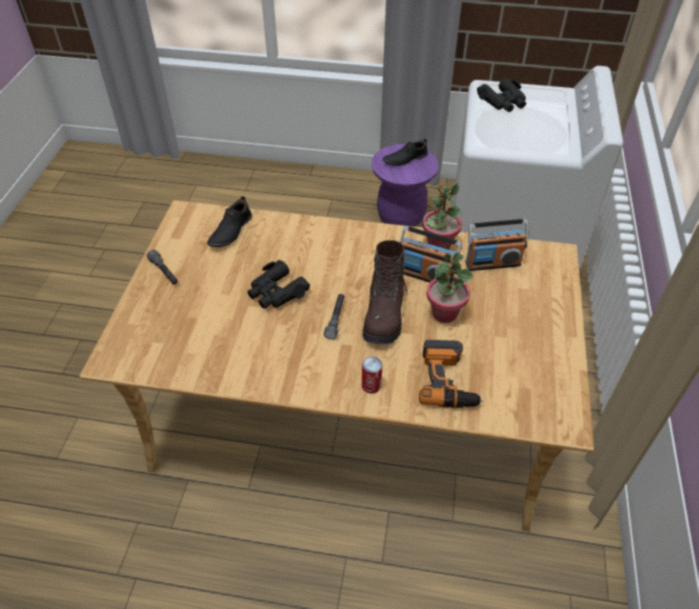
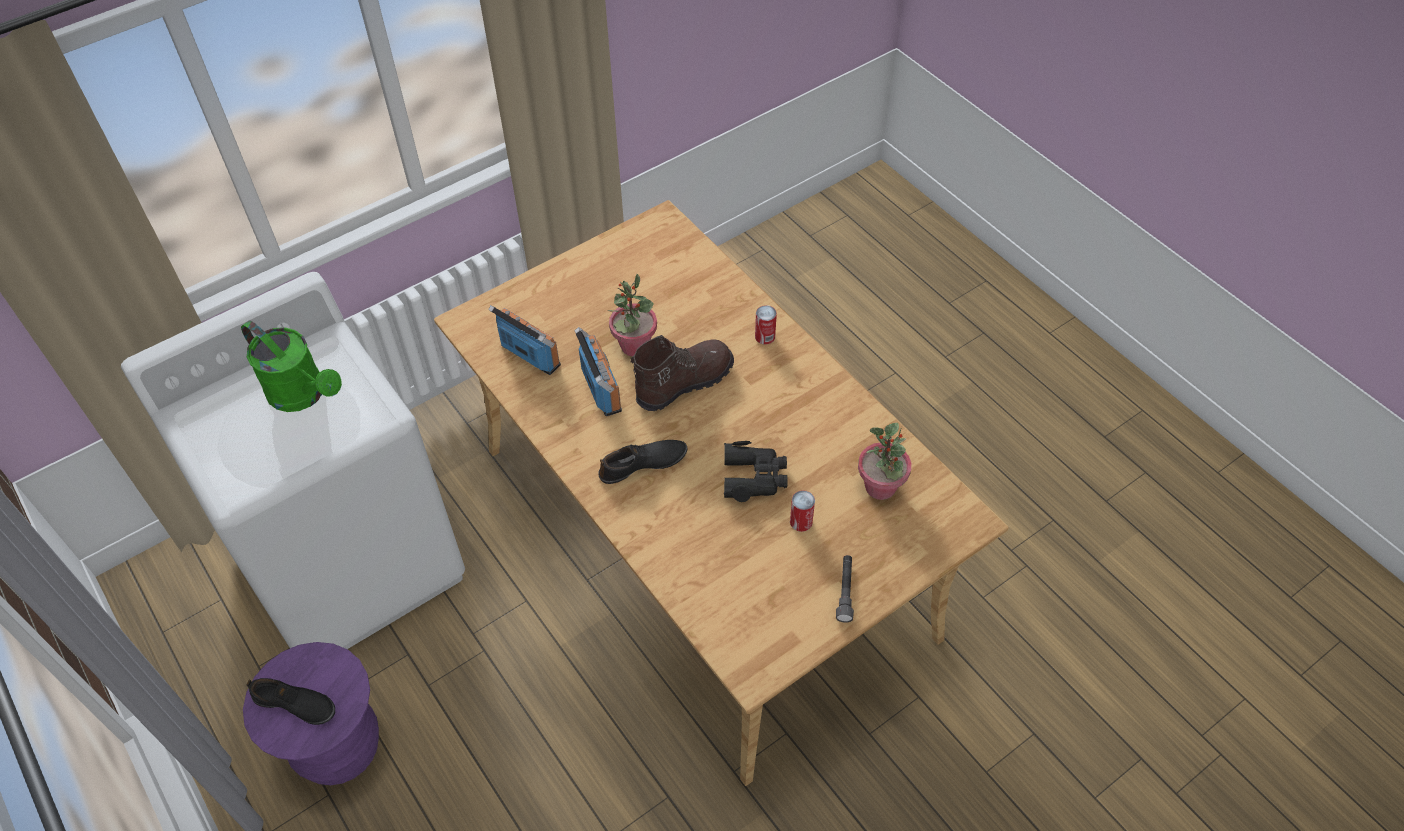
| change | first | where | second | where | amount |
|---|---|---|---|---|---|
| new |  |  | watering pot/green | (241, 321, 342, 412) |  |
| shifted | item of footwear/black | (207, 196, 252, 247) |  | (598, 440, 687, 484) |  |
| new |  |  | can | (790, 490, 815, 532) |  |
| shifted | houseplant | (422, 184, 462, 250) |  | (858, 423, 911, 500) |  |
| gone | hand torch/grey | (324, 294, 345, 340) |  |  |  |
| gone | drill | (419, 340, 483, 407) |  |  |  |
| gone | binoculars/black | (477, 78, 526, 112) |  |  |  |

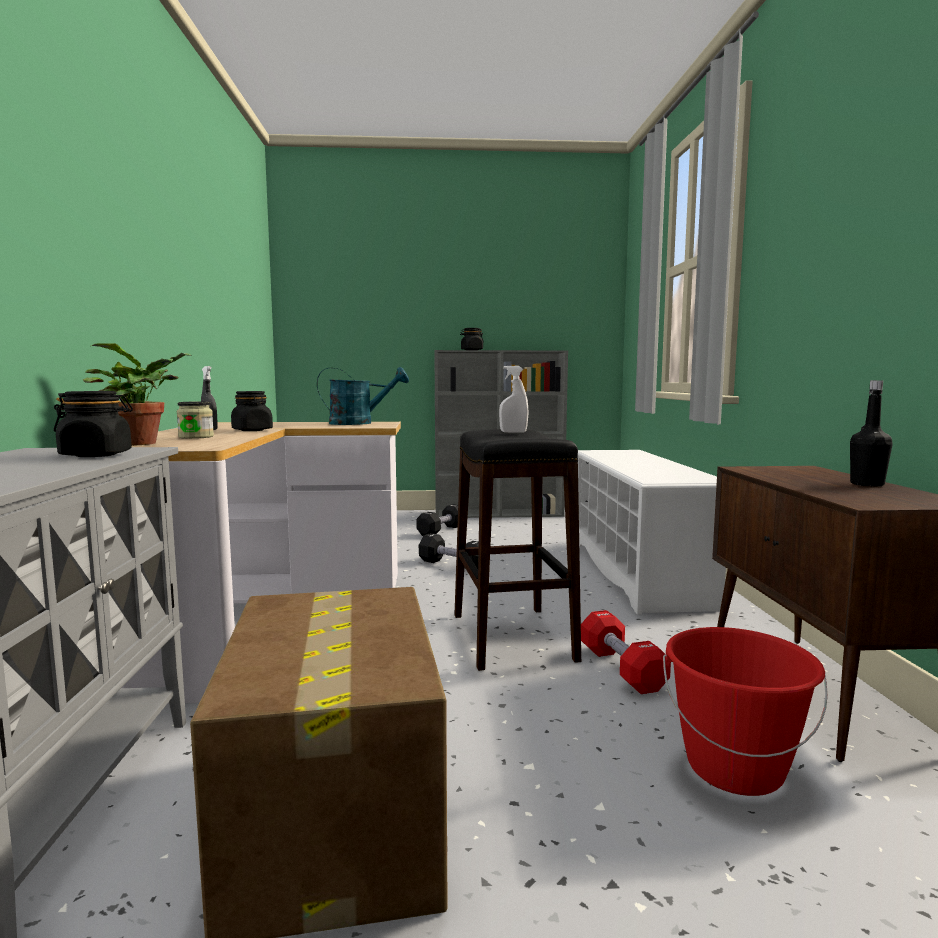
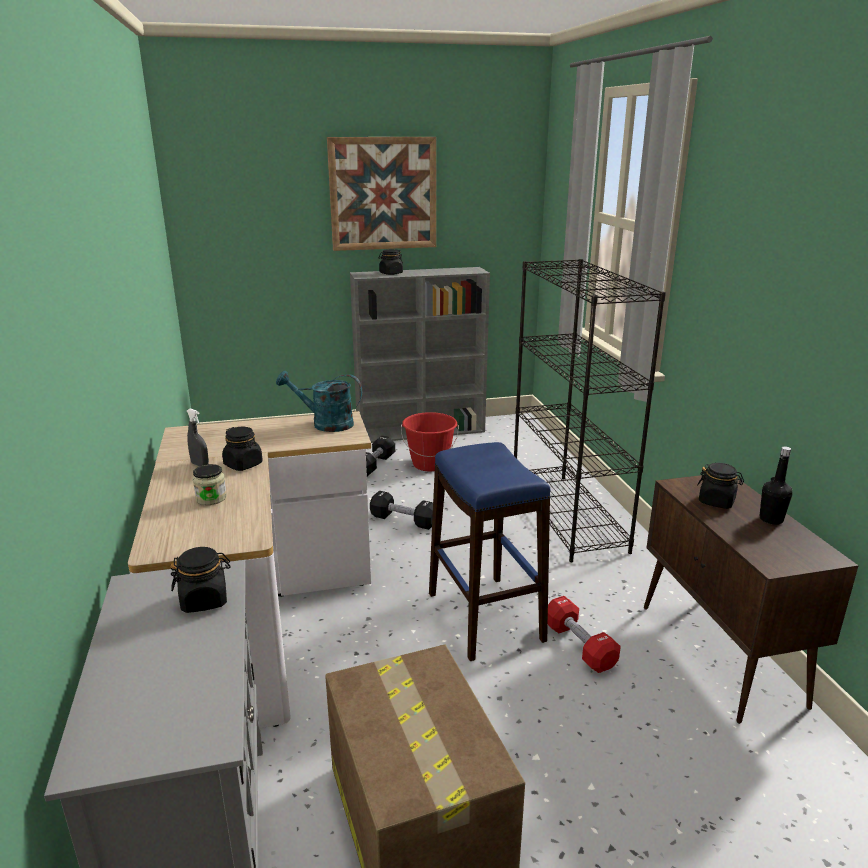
| change | first | where | second | where | amount |
|---|---|---|---|---|---|
| rotated | watering pot/blue-green | (317, 367, 409, 425) |  | (276, 370, 362, 432) | 150 degrees counterclockwise |
| new |  |  | wall picture | (327, 137, 436, 251) |  |
| shifted | bucket/red-coloured | (663, 627, 828, 796) |  | (401, 412, 459, 471) |  |
| repainted | sitting stool/black | (454, 429, 581, 671) | sitting stool/blue-coloured | (429, 442, 550, 661) |  |
| swapped | shoe rack/white-coloured | (578, 450, 726, 615) | bookcase/black | (514, 259, 666, 562) |  |
| new |  |  | preserve jar/black | (697, 463, 744, 509) |  |
| gone | houseplant | (83, 343, 192, 446) |  |  |  |
| gone | hand sprayer/white-coloured | (499, 366, 529, 433) |  |  |  |

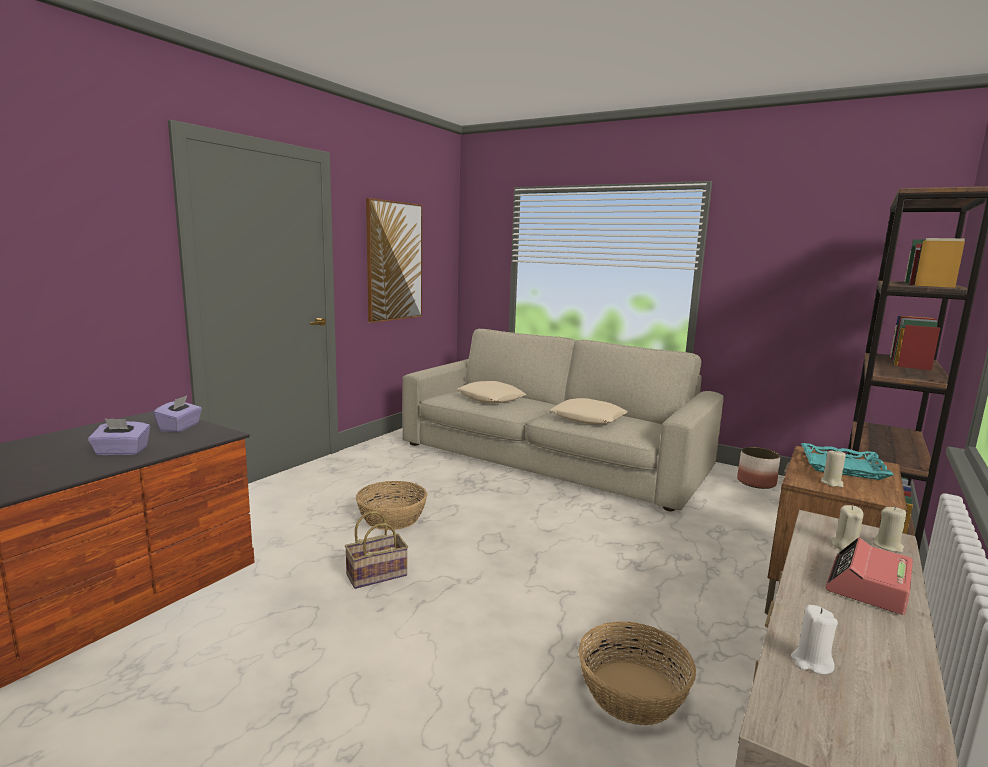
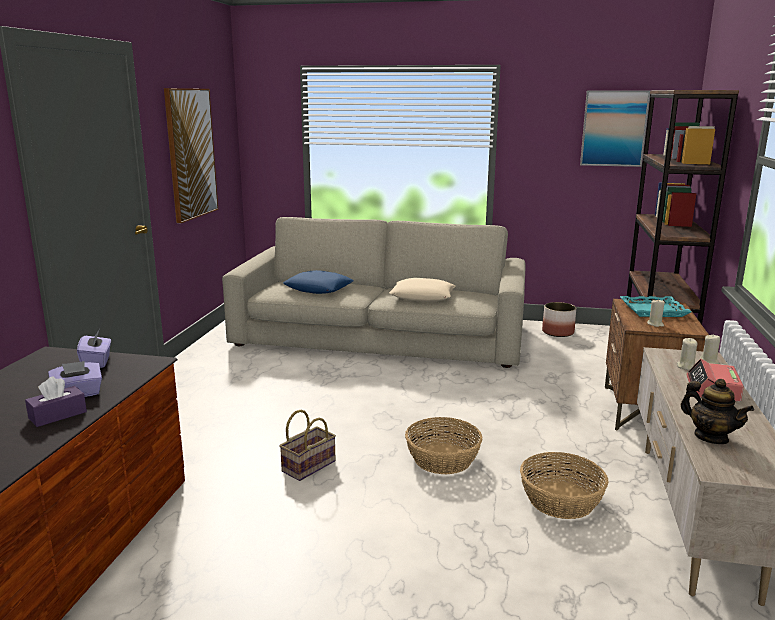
| change | first | where | second | where | amount |
|---|---|---|---|---|---|
| new |  |  | tissue box/purplish | (25, 377, 87, 427) |  |
| repainted | cushion/beige | (457, 381, 526, 404) | cushion/blue-coloured | (283, 270, 354, 294) |  |
| shifted | storage basket | (356, 481, 427, 530) |  | (405, 417, 483, 474) |  |
| new |  |  | wall picture | (580, 90, 650, 167) |  |
| swapped | candle/white-coloured | (791, 605, 838, 674) | teapot | (680, 379, 754, 444) |  |

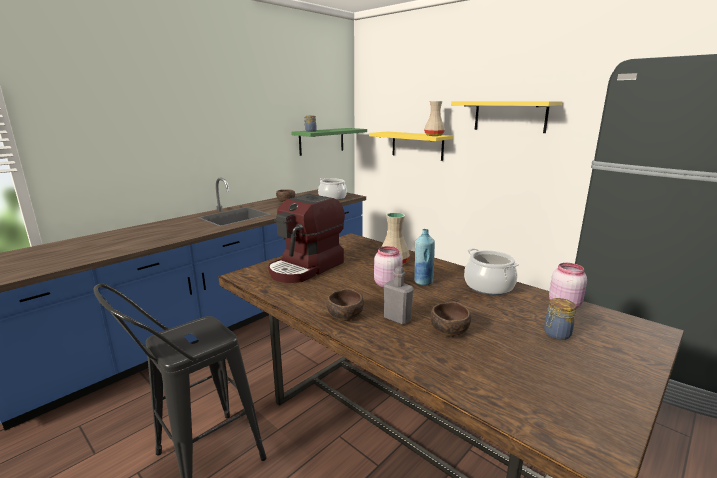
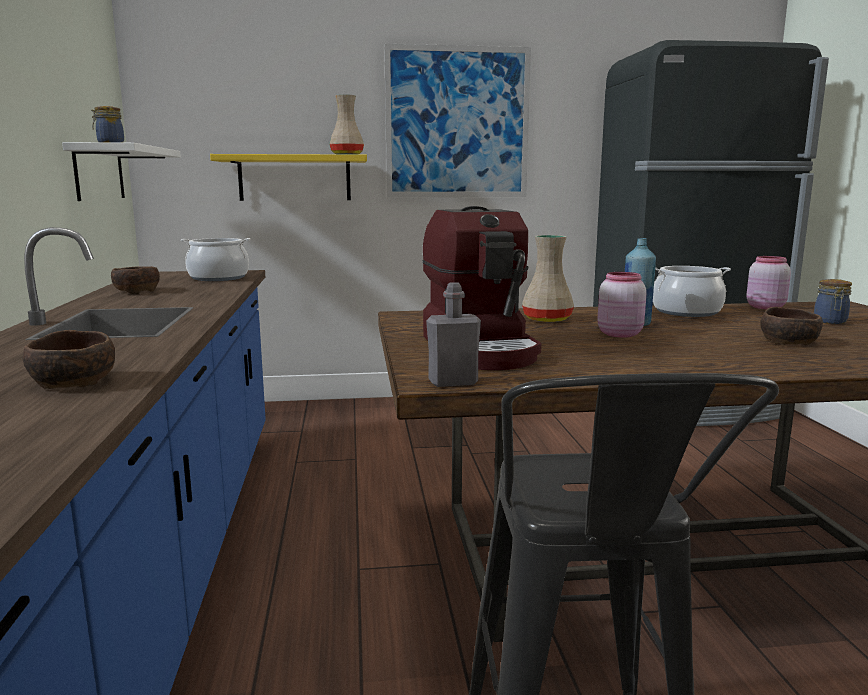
| change | first | where | second | where | amount |
|---|---|---|---|---|---|
| shifted | serving bowl/brown | (327, 289, 364, 321) |  | (23, 330, 115, 389) |  |
| repainted | bracket shelf/green | (291, 128, 367, 156) | bracket shelf/white-coloured | (62, 142, 181, 201) |  |
| swapped | bracket shelf/yellowish | (451, 101, 563, 133) | wall picture | (384, 44, 531, 197) |  |
| shifted | beverage bottle/grey | (384, 266, 414, 325) |  | (426, 282, 481, 387) |  |

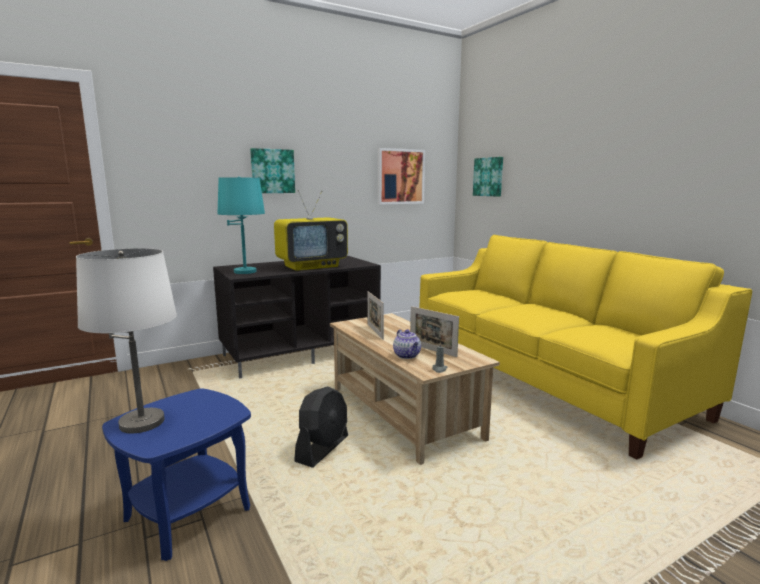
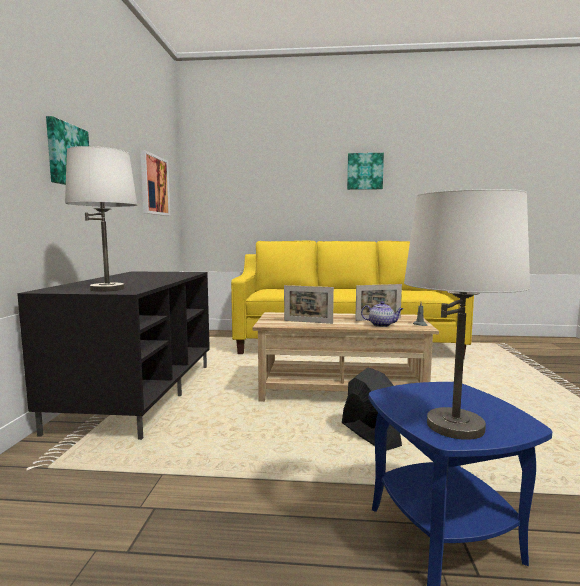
| change | first | where | second | where | amount |
|---|---|---|---|---|---|
| repainted | tabletop lamp/blue-green | (218, 176, 265, 274) | tabletop lamp/white-coloured | (65, 146, 137, 292) |  |
| shifted | wall picture | (473, 157, 503, 197) |  | (347, 153, 384, 190) |  |
| gone | TV | (274, 190, 348, 271) |  |  |  |

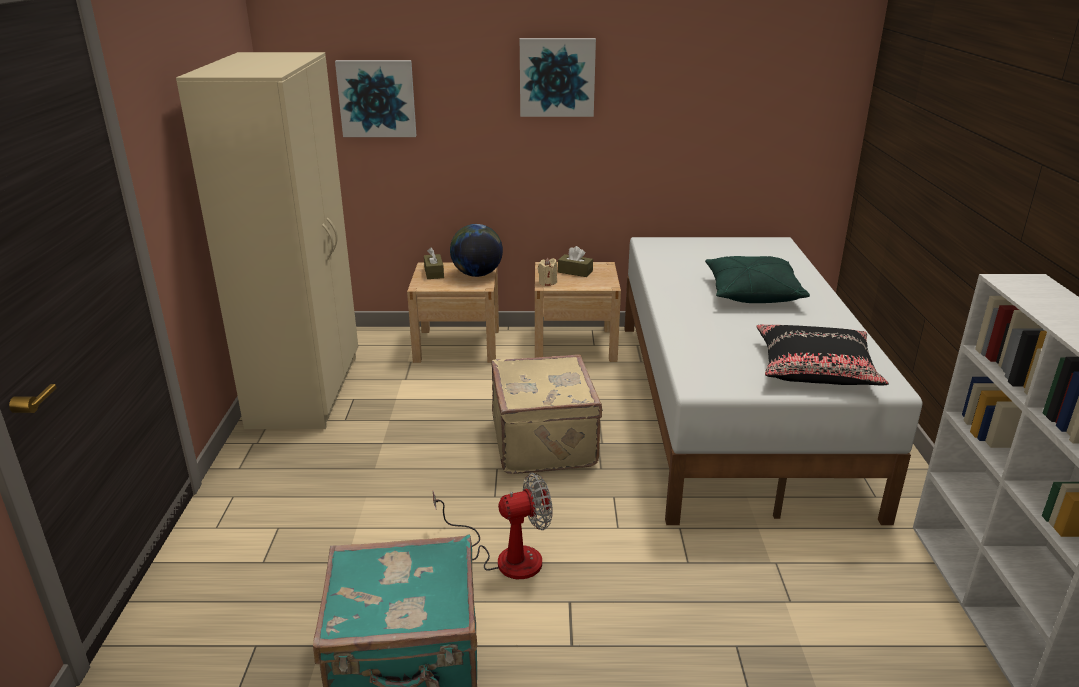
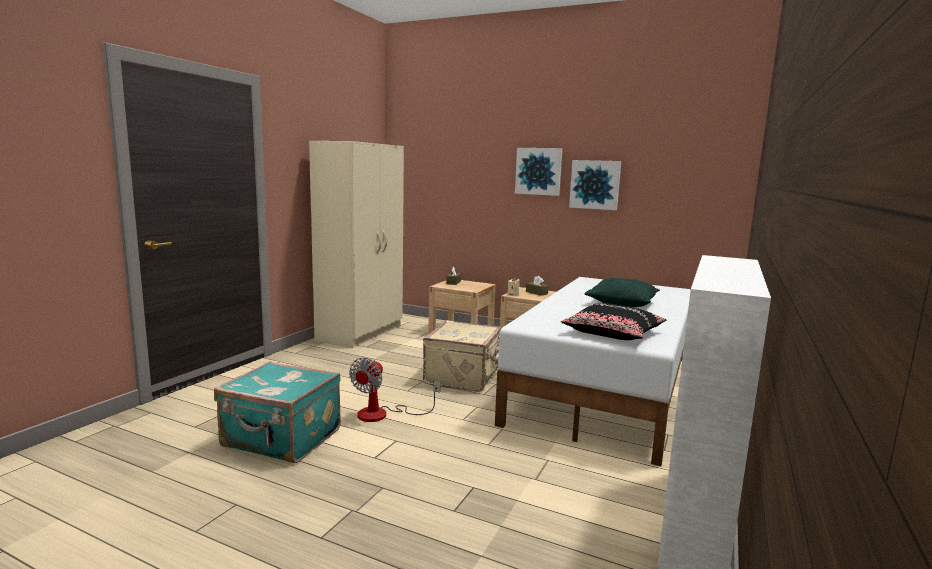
| change | first | where | second | where | amount |
|---|---|---|---|---|---|
| rotated | electric fan | (433, 473, 553, 579) |  | (349, 357, 440, 422) | 105 degrees clockwise |
| shifted | wall picture | (335, 60, 416, 137) |  | (569, 160, 621, 210) |  |
| gone | globe | (450, 224, 503, 277) |  |  |  |

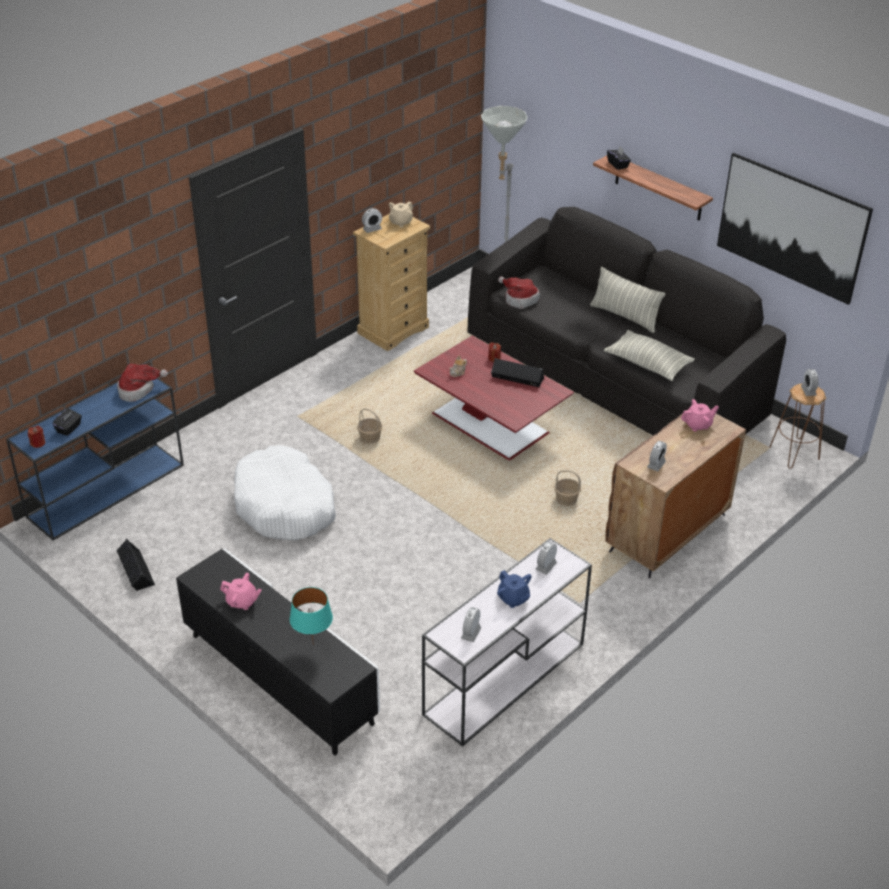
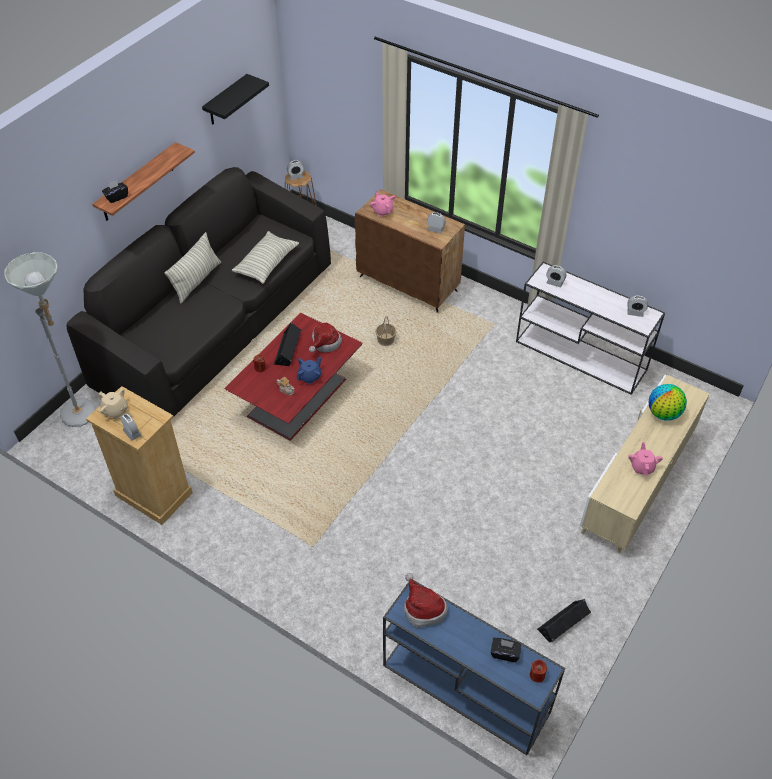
| change | first | where | second | where | amount |
|---|---|---|---|---|---|
| swapped | wall picture | (717, 153, 873, 305) | bracket shelf/black | (202, 74, 269, 125) |  |
| shifted | teapot/blue-coloured | (497, 570, 532, 608) |  | (297, 357, 321, 384) |  |
| shifted | wearable hat | (498, 276, 540, 309) |  | (309, 323, 342, 353) |  |
| repainted | media console/black | (176, 548, 380, 756) | media console/beige | (580, 375, 710, 553) |  |
| swapped | tabletop lamp/blue-green | (290, 587, 333, 645) | globe | (648, 384, 687, 421) |  |
| gone | dog cushion/white-coloured | (234, 445, 336, 540) |  |  |  |
| gone | storage basket | (357, 408, 382, 444) |  |  |  |

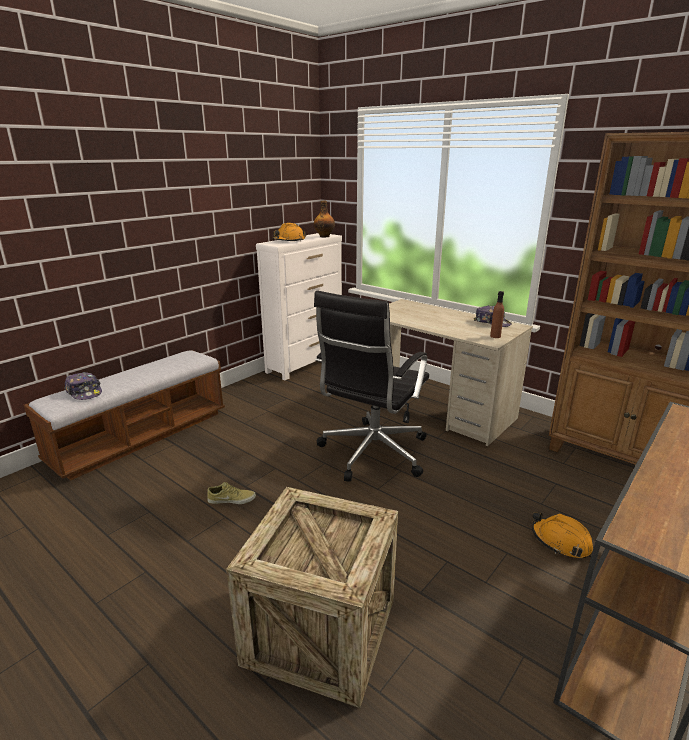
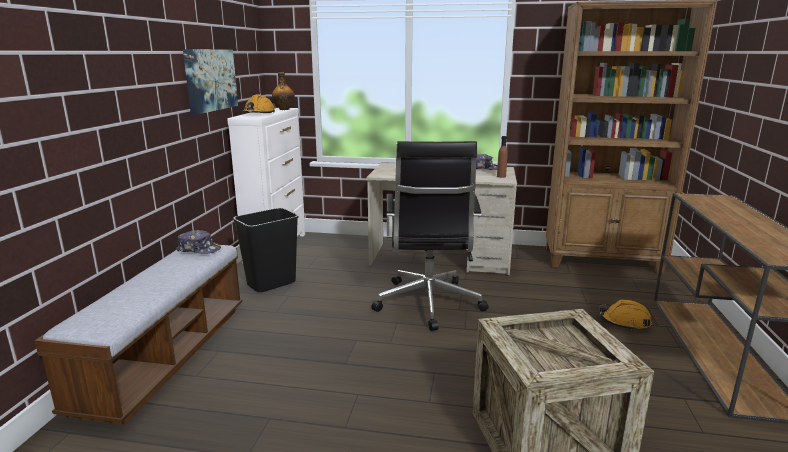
| change | first | where | second | where | amount |
|---|---|---|---|---|---|
| shifted | peaked cap | (64, 372, 102, 400) |  | (176, 230, 221, 254) |  |
| new |  |  | wall picture | (183, 49, 238, 115) |  |
| new |  |  | rubbish bin/black | (233, 208, 299, 292) |  |
| gone | item of footwear/beige | (207, 482, 256, 504) |  |  |  |

